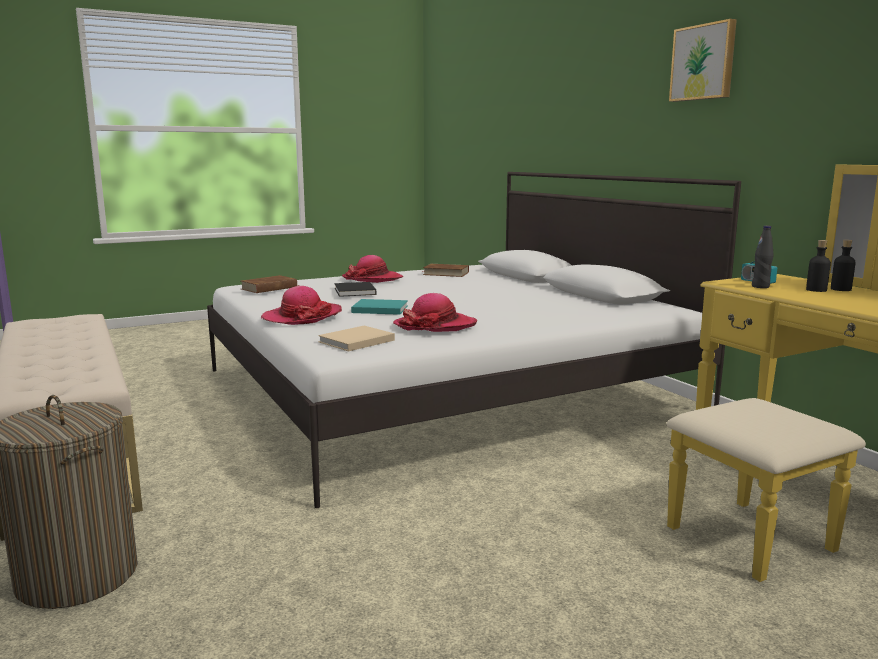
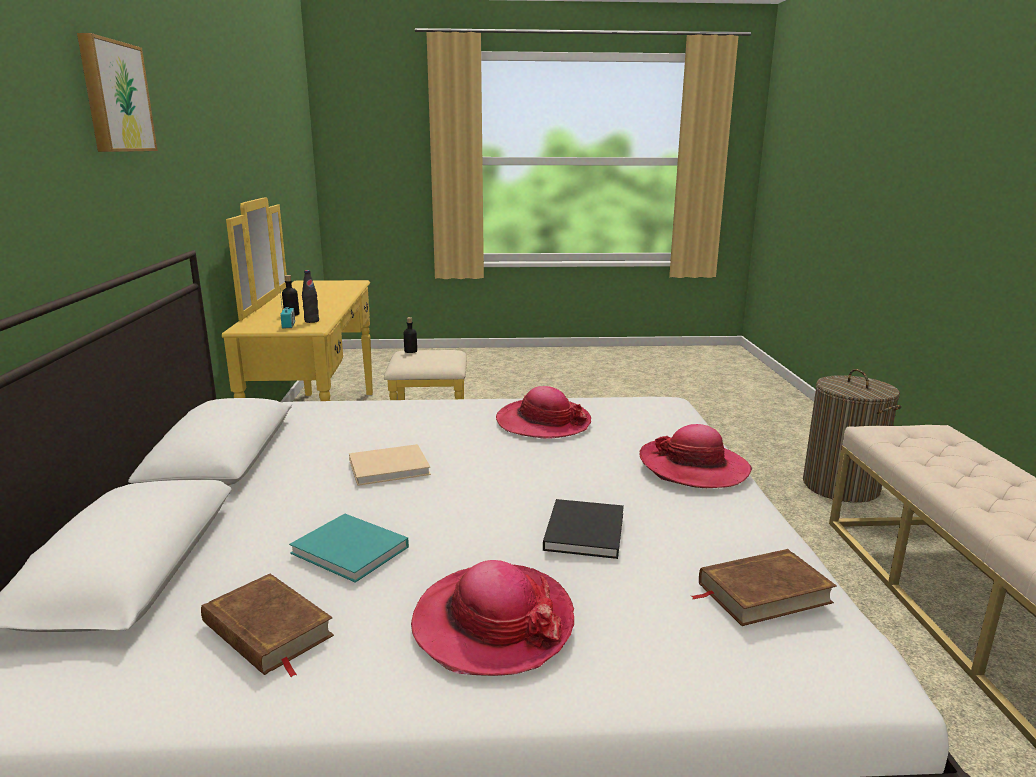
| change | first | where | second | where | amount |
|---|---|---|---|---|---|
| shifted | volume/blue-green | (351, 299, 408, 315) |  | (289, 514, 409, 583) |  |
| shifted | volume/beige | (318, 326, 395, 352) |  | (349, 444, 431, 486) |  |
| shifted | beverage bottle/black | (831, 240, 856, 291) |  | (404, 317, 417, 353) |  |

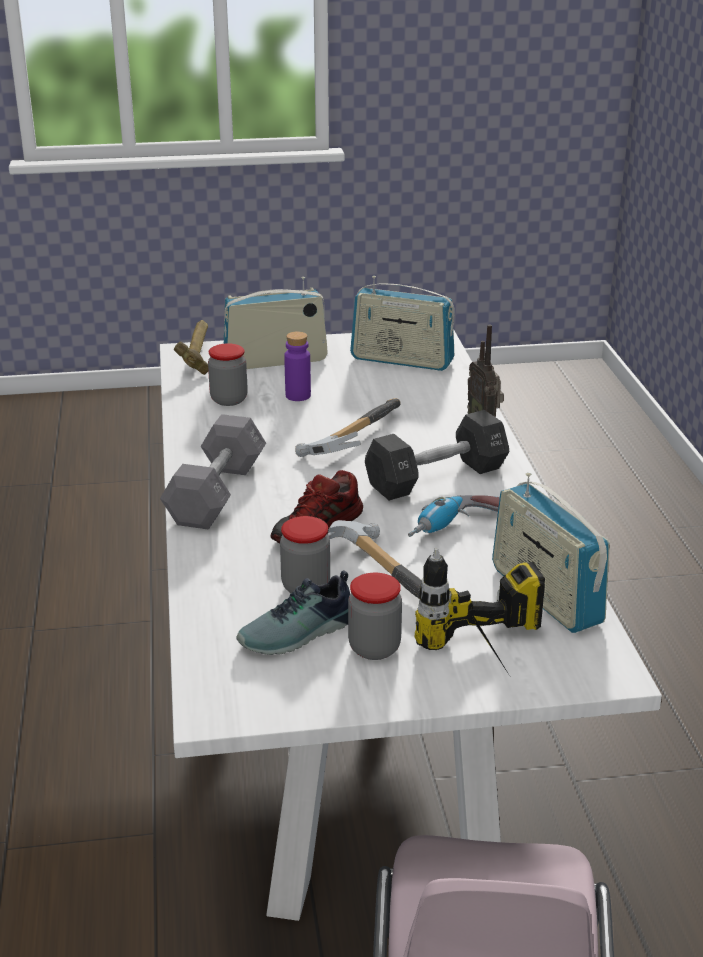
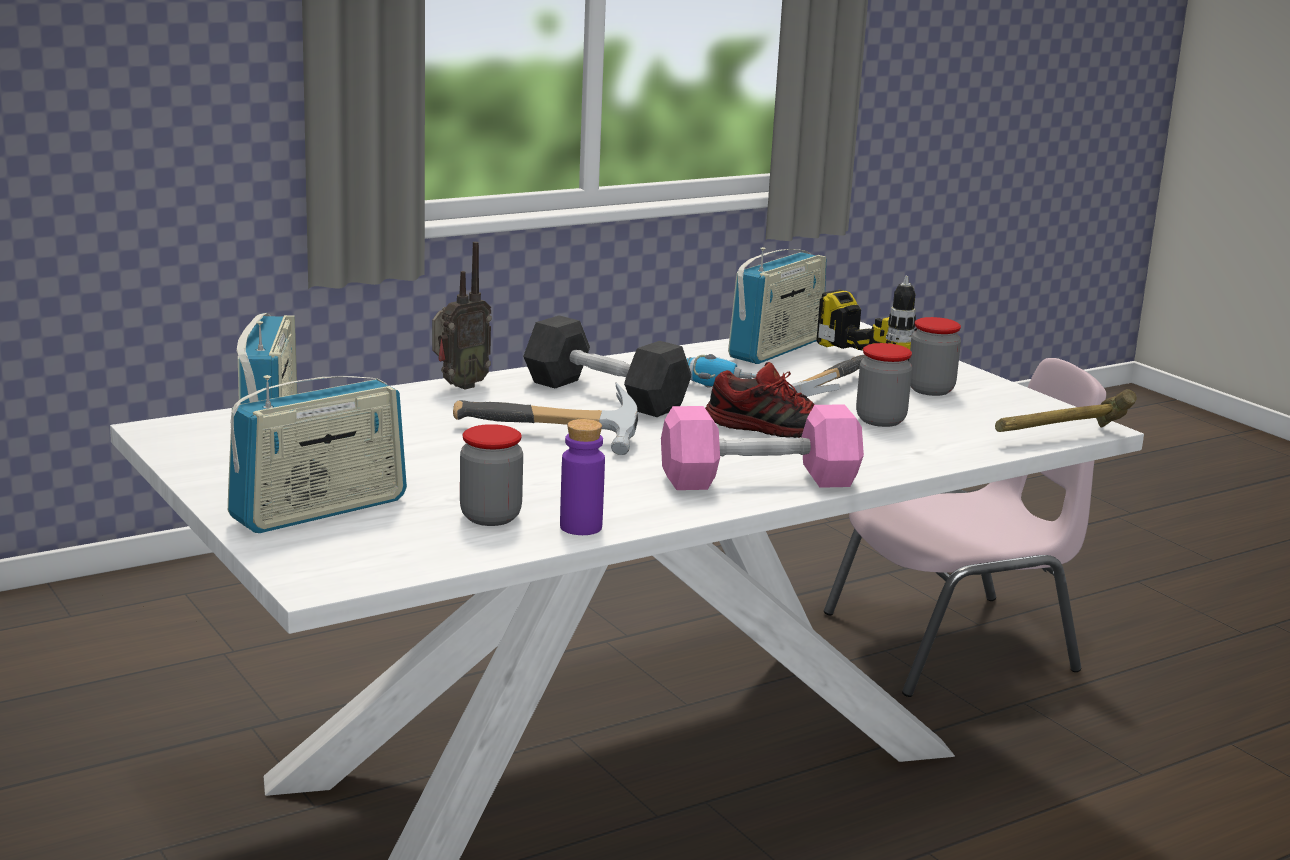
| change | first | where | second | where | amount |
|---|---|---|---|---|---|
| rotated | radio set | (224, 277, 328, 369) |  | (228, 375, 407, 533) | 90 degrees counterclockwise |
| shifted | beverage bottle/purplish | (284, 331, 311, 401) |  | (560, 419, 605, 535) |  |
| repainted | dumbbell/grey | (160, 414, 266, 530) | dumbbell/pinkish | (661, 404, 864, 490) |  |
| shifted | hammer | (174, 320, 208, 375) |  | (995, 389, 1137, 432) |  |
| gone | item of footwear | (236, 570, 350, 655) |  |  |  |

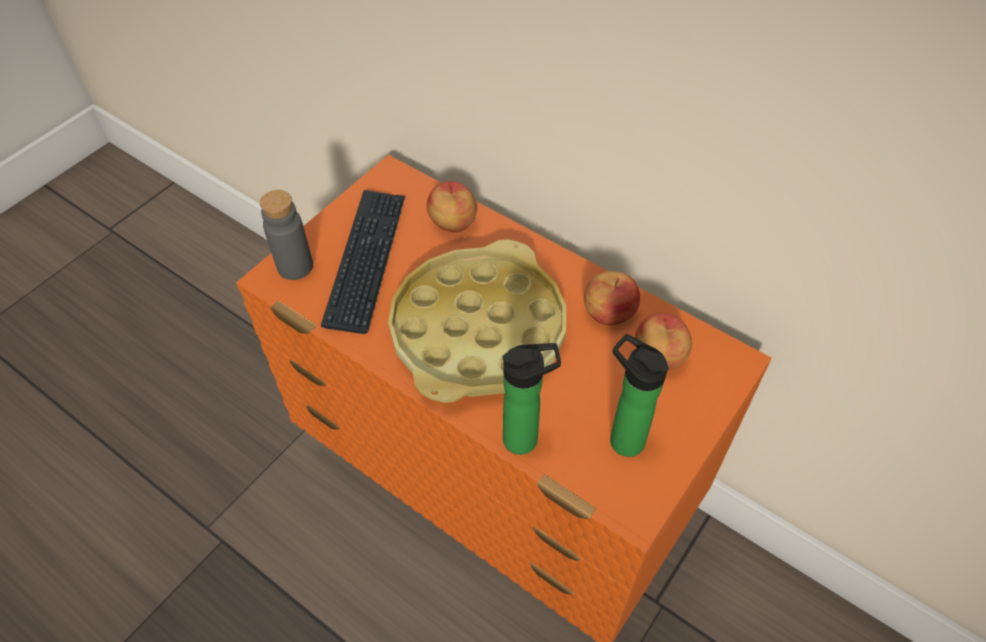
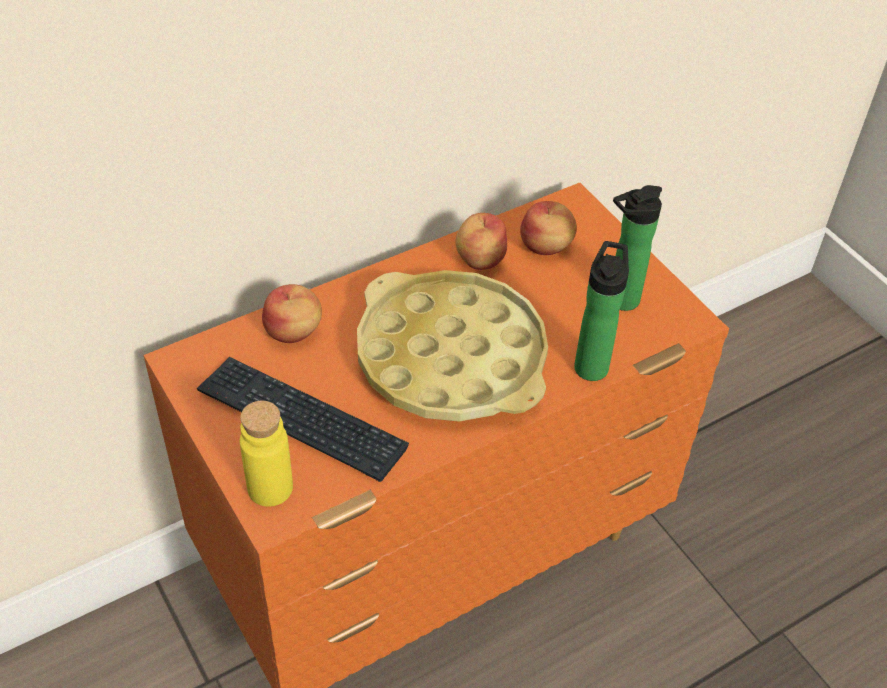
| change | first | where | second | where | amount |
|---|---|---|---|---|---|
| repainted | beverage bottle/grey | (260, 190, 313, 280) | beverage bottle/yellowish | (240, 401, 293, 507) |  |

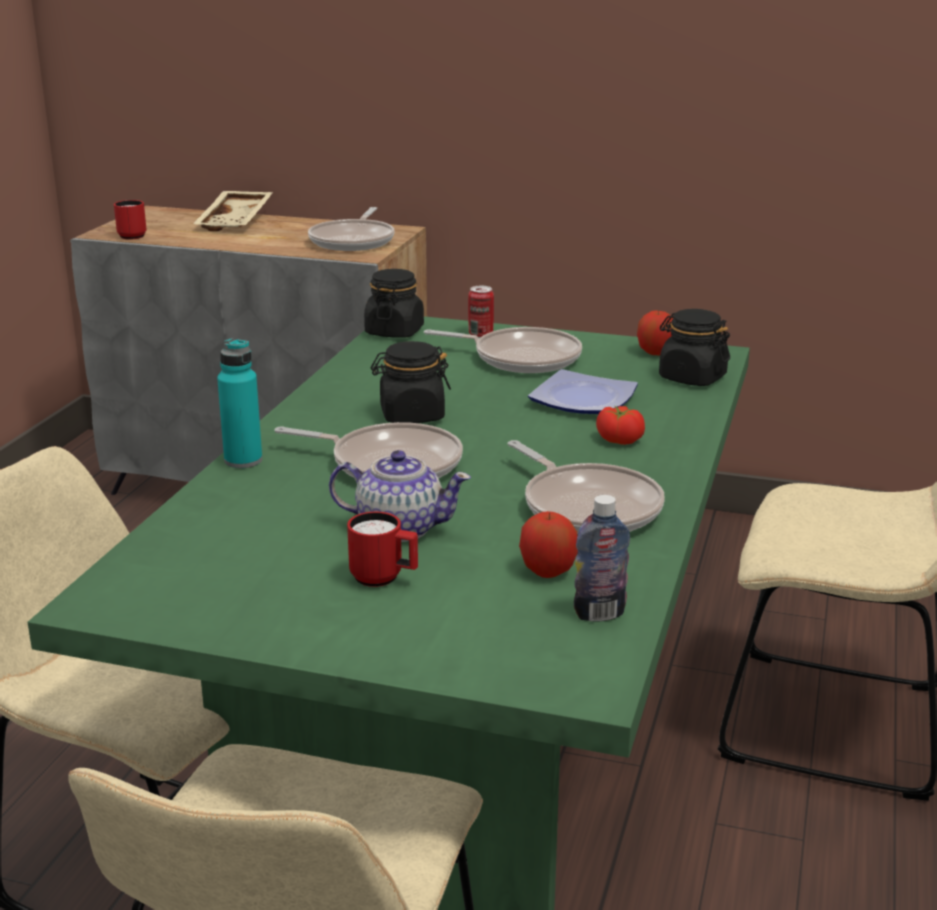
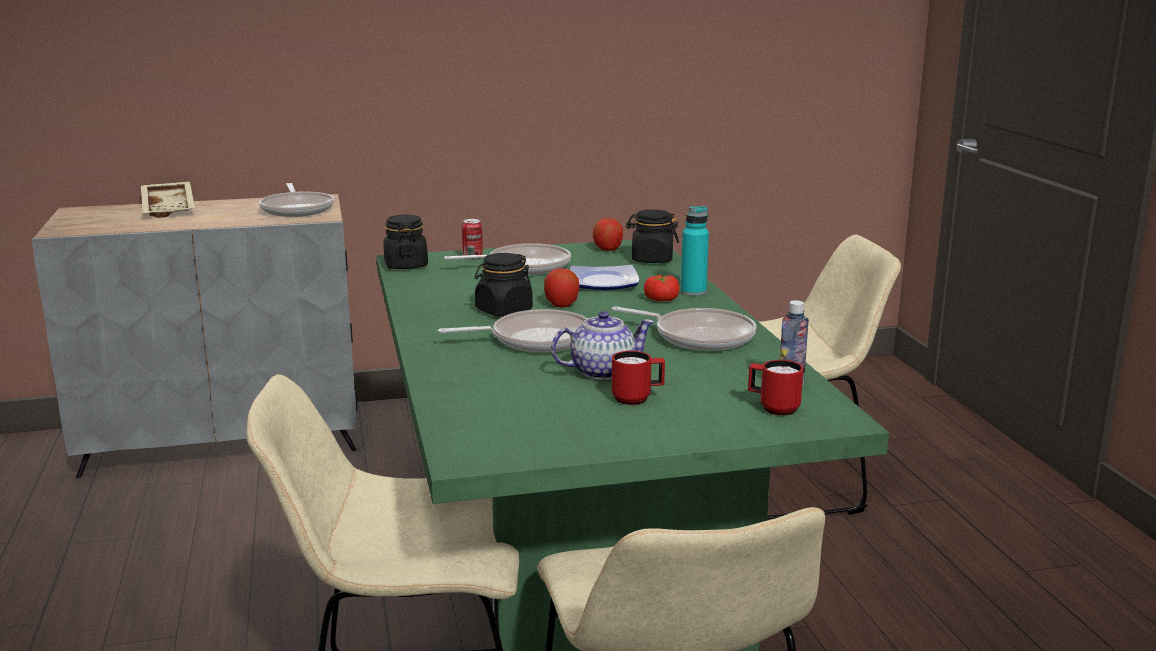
| change | first | where | second | where | amount |
|---|---|---|---|---|---|
| shifted | apple fruit | (519, 511, 578, 578) |  | (544, 267, 580, 308) |  |
| shifted | beverage bottle/blue-green | (217, 338, 262, 468) |  | (681, 206, 709, 296) |  |
| shifted | tea mug/red-coloured | (114, 200, 147, 240) |  | (748, 360, 803, 416) |  |

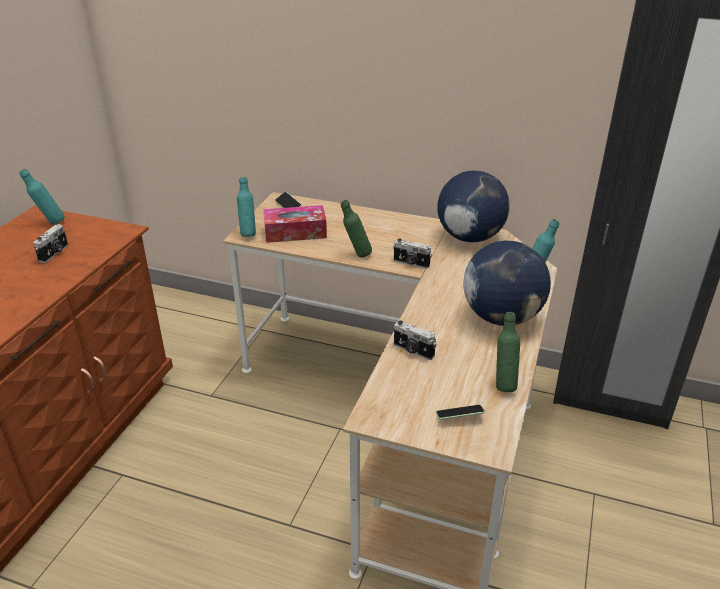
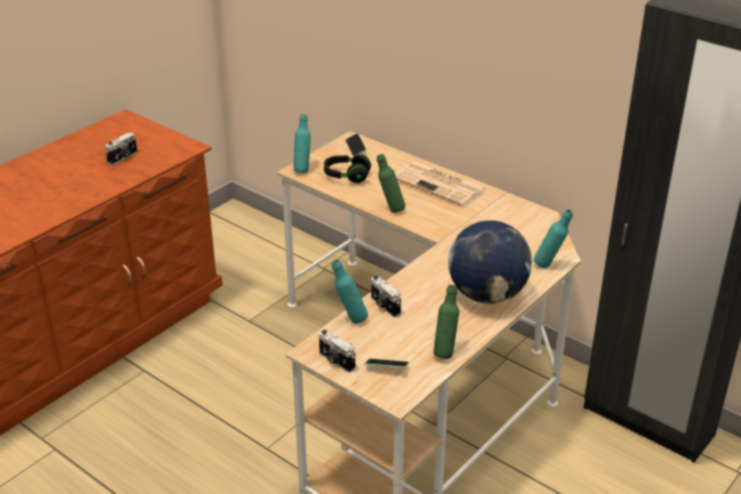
| change | first | where | second | where | amount |
|---|---|---|---|---|---|
| shifted | still camera | (393, 238, 432, 269) |  | (319, 330, 355, 372) |  |
| swapped | tissue box | (263, 205, 327, 243) | pair of headphones/black | (324, 154, 371, 183) |  |
| shifted | beverage bottle/blue-green | (19, 169, 65, 225) |  | (332, 260, 368, 324) |  |
| new |  |  | daily paper | (395, 161, 487, 206) |  |
| gone | globe | (437, 170, 510, 242) |  |  |  |

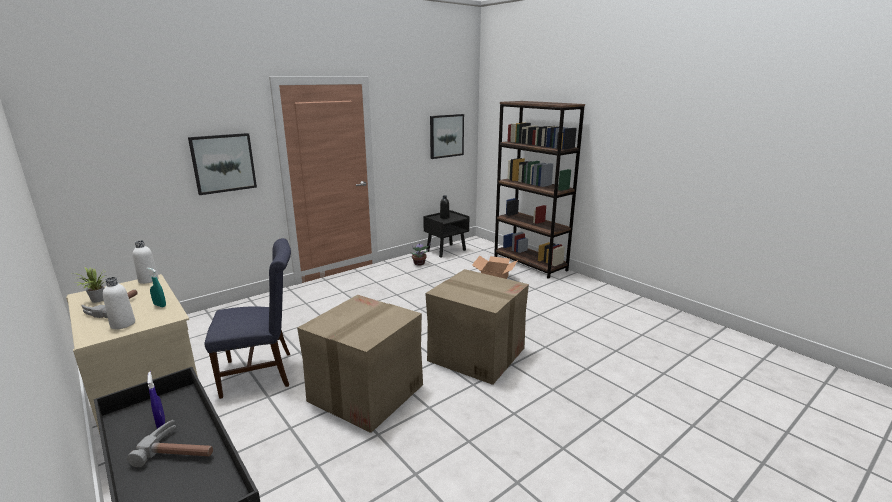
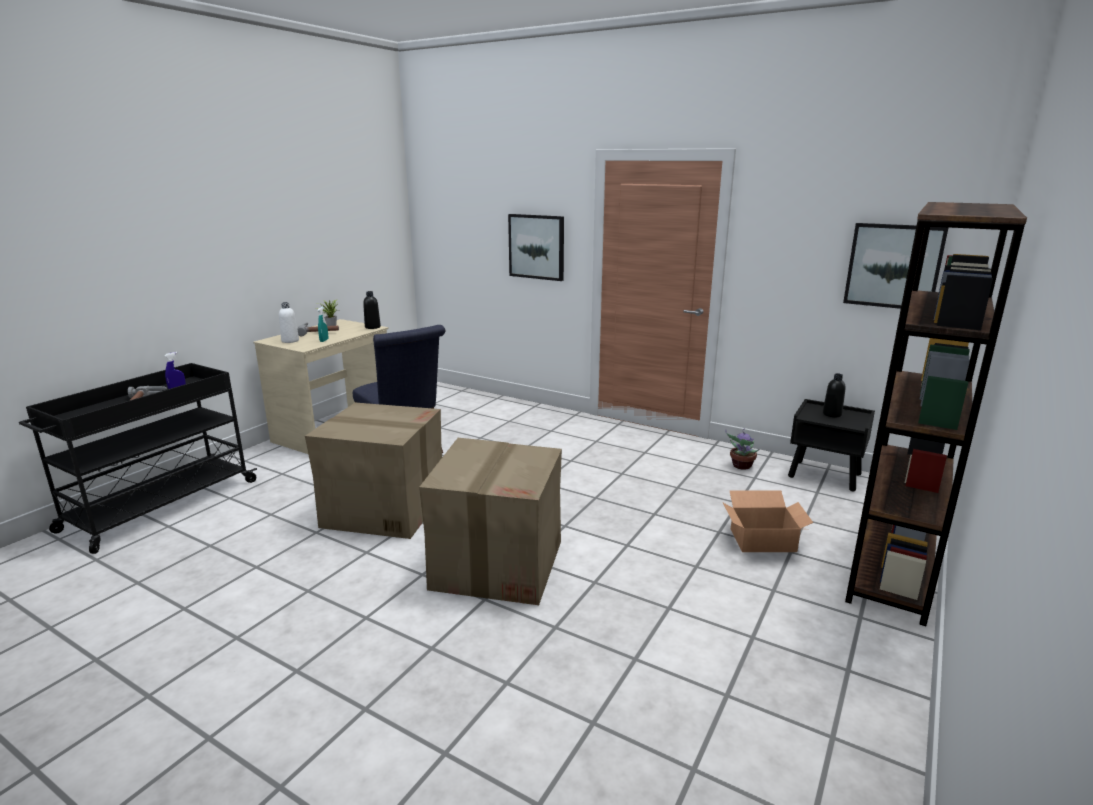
| change | first | where | second | where | amount |
|---|---|---|---|---|---|
| repainted | beverage bottle/white-coloured | (133, 241, 158, 284) | beverage bottle/black | (363, 291, 381, 329) |  |

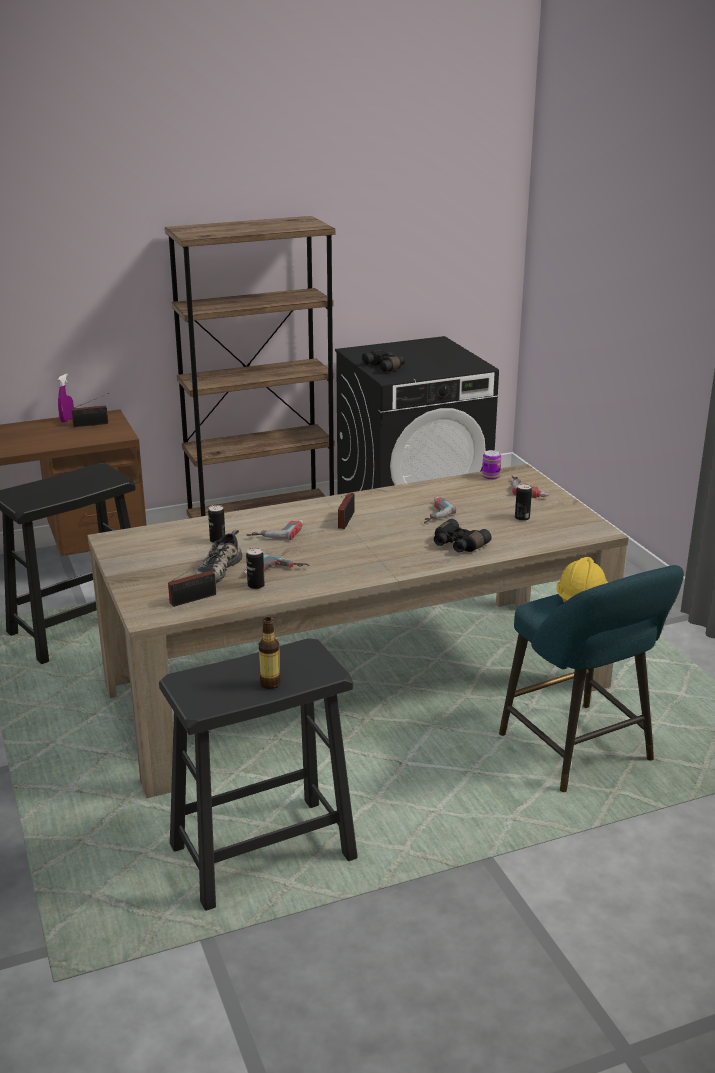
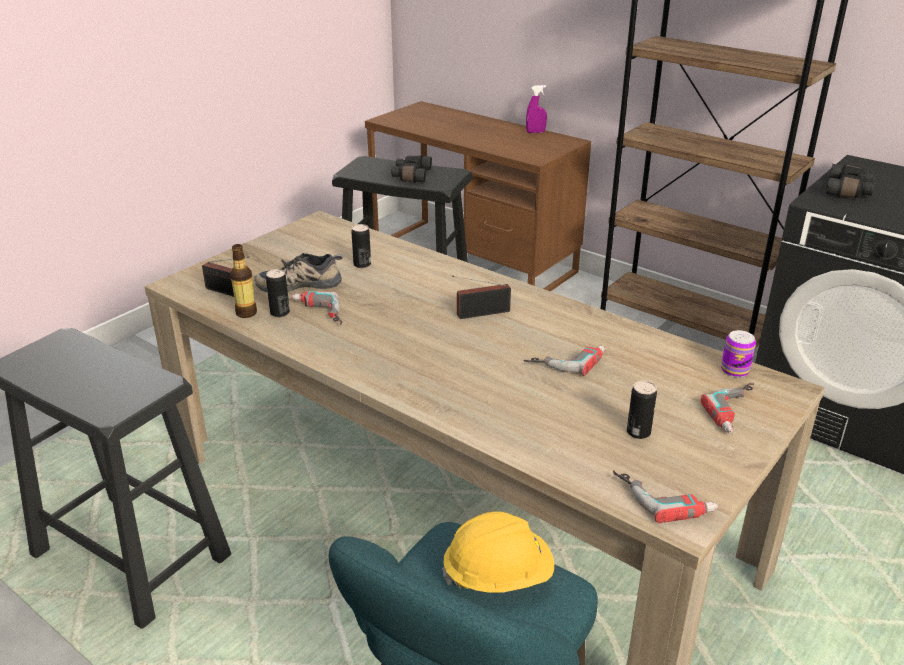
| change | first | where | second | where | amount |
|---|---|---|---|---|---|
| shifted | beverage bottle | (259, 617, 281, 689) |  | (230, 244, 257, 318) |  |
| shifted | binoculars/black | (434, 519, 492, 552) |  | (391, 155, 432, 183) |  |
| shifted | drill | (247, 520, 304, 540) |  | (613, 470, 718, 523) |  |
| gone | radio set | (71, 393, 109, 427) |  |  |  |

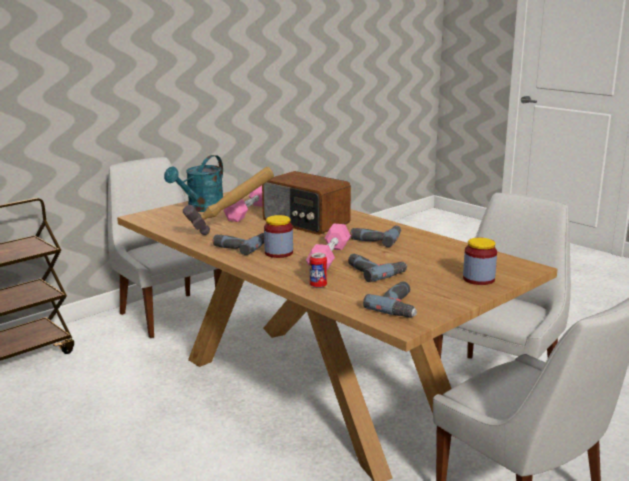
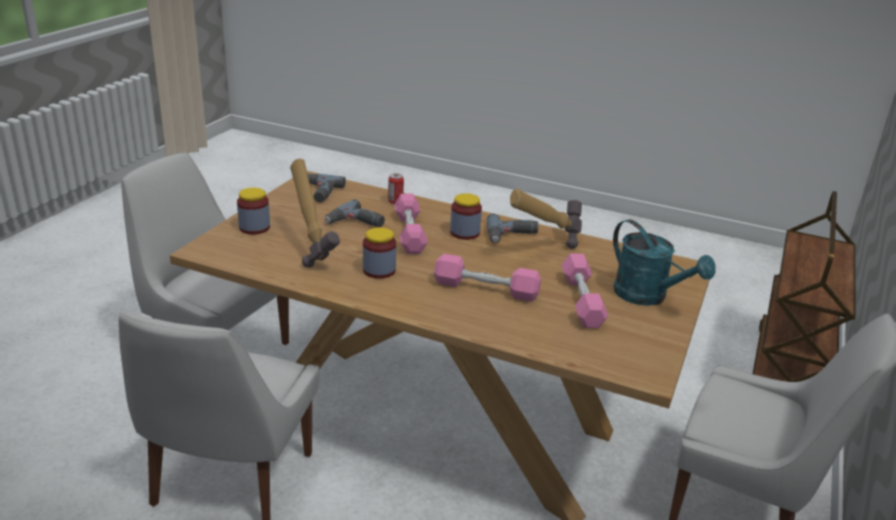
| change | first | where | second | where | amount |
|---|---|---|---|---|---|
| new |  |  | hammer | (290, 159, 340, 268) |  |
| swapped | drill | (350, 225, 401, 247) | preserve jar | (363, 227, 396, 279) |  |
| swapped | radio set | (262, 171, 351, 235) | dumbbell/pinkish | (434, 254, 541, 302) |  |
| rotated | watering pot/blue-green | (164, 155, 223, 212) |  | (613, 219, 716, 306) | 135 degrees clockwise |

